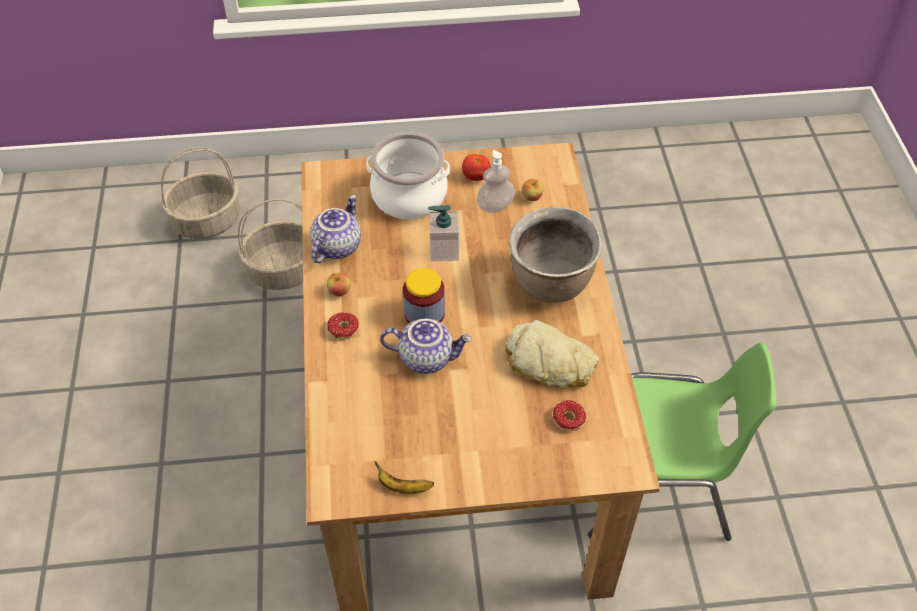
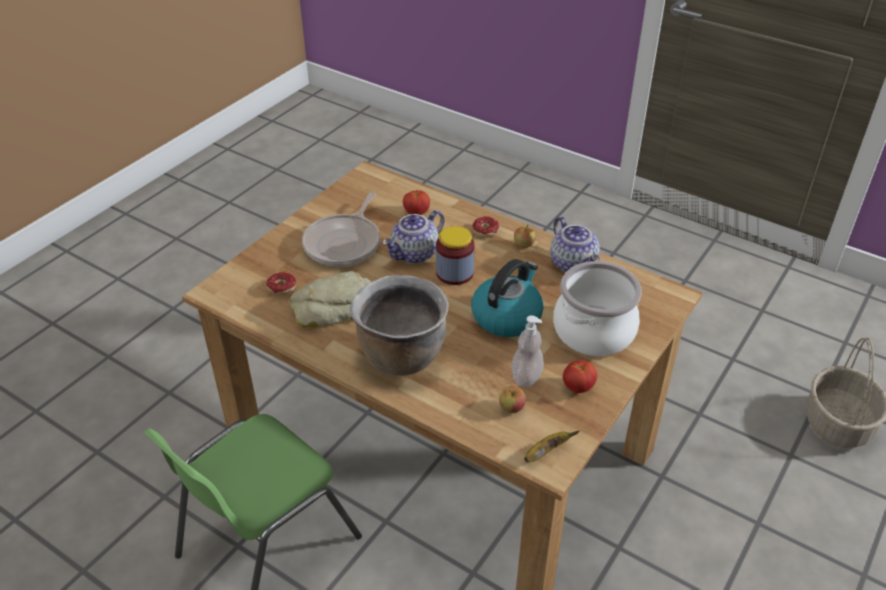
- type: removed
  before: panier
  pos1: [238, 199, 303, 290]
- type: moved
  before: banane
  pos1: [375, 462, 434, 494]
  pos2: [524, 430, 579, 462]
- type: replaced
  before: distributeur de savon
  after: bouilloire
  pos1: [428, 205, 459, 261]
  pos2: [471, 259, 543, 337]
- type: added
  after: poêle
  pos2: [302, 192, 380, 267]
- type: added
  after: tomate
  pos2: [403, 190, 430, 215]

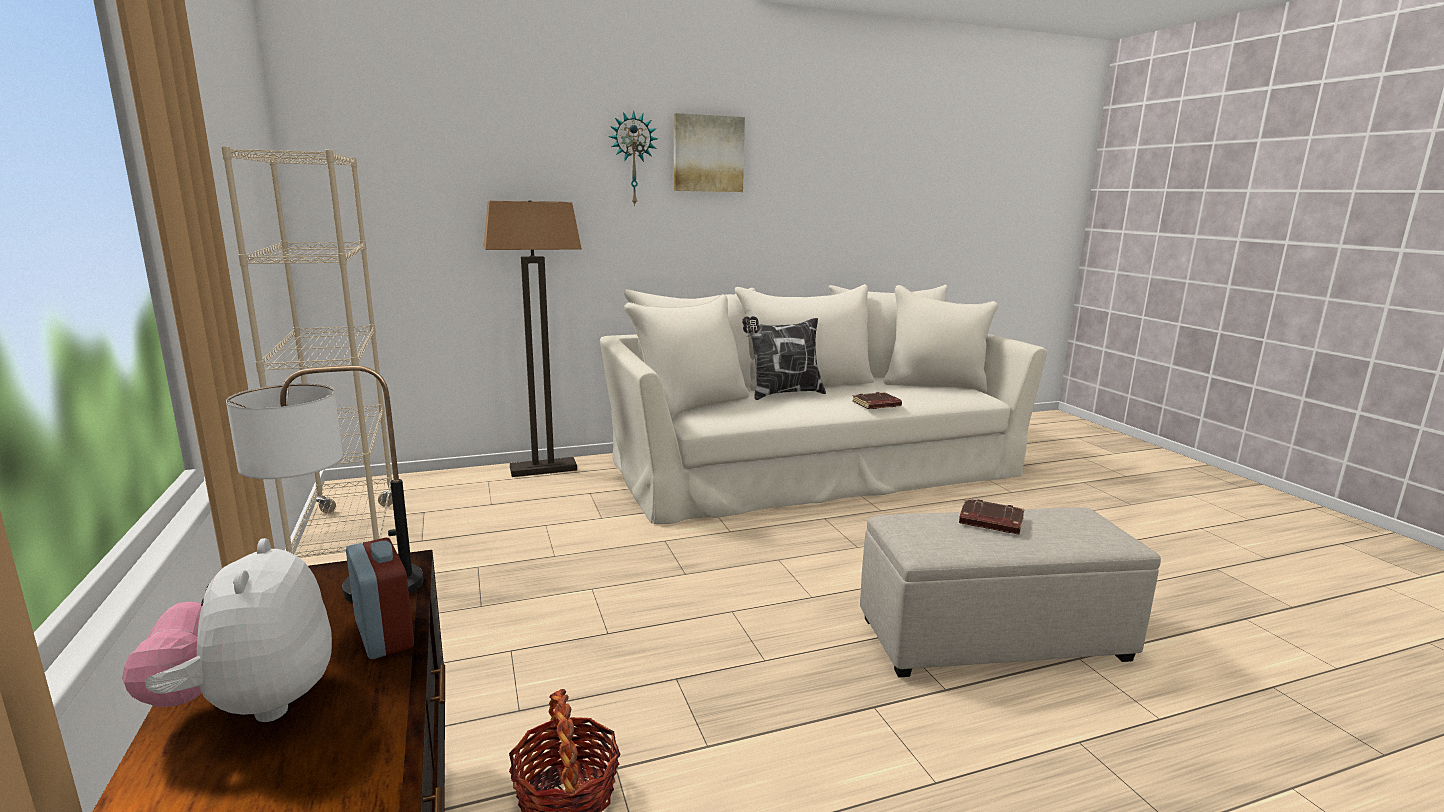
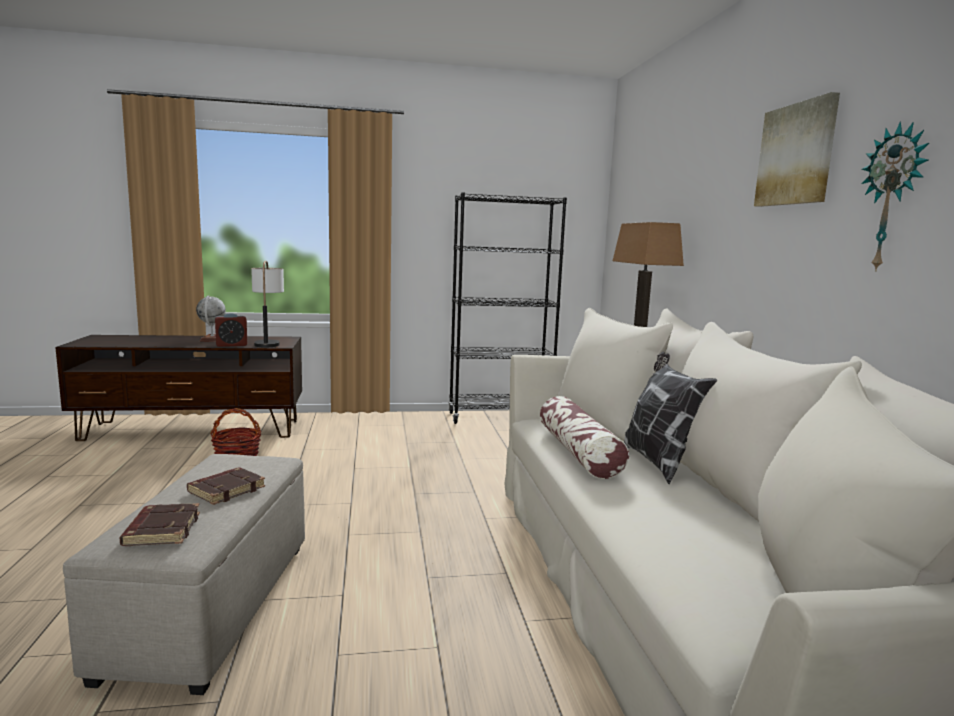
- type: replaced
  before: peluche
  after: globe
  pos1: [122, 538, 332, 722]
  pos2: [196, 295, 226, 342]
- type: recoloured
  before: bibliothèque/beige
  after: bibliothèque/noir
  pos1: [221, 146, 393, 558]
  pos2: [448, 192, 567, 424]
- type: moved
  before: horloge murale
  pos1: [609, 110, 658, 207]
  pos2: [861, 121, 929, 272]
- type: moved
  before: livre/marron
  pos1: [852, 392, 902, 409]
  pos2: [120, 503, 200, 546]
- type: added
  after: coussin
  pos2: [540, 396, 629, 479]

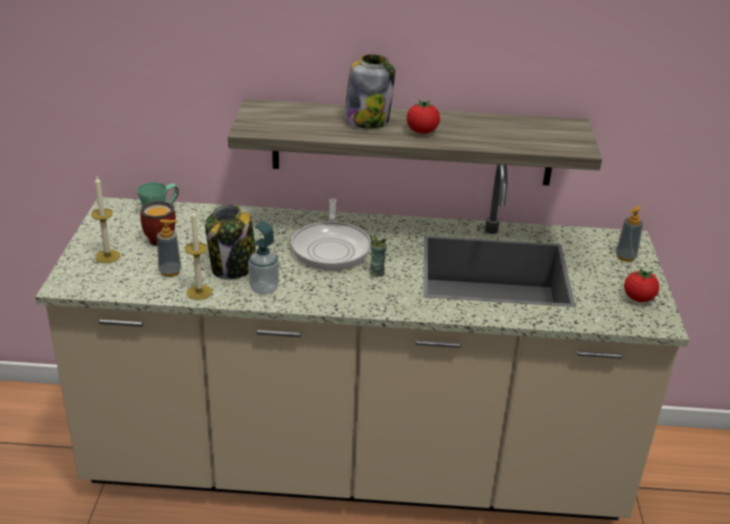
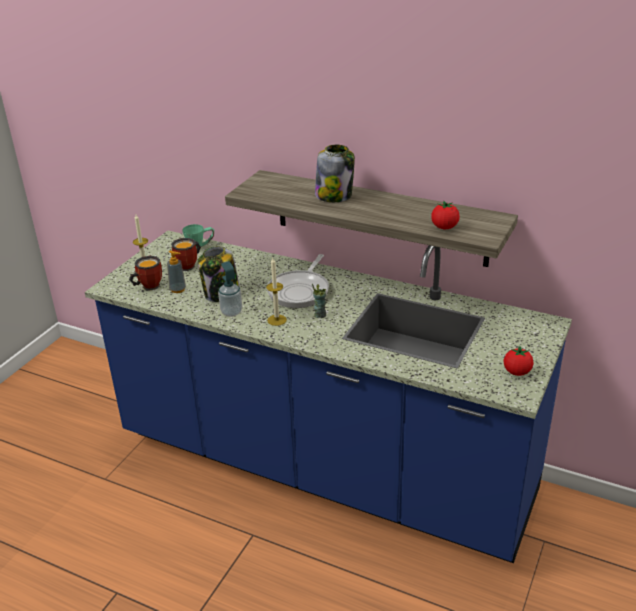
- type: recoloured
  before: comptoir de cuisine/beige
  after: comptoir de cuisine/bleu
  pos1: [35, 164, 689, 520]
  pos2: [85, 231, 572, 563]
- type: moved
  before: bougie
  pos1: [185, 210, 212, 300]
  pos2: [266, 258, 287, 326]
- type: moved
  before: tomate
  pos1: [407, 100, 440, 134]
  pos2: [431, 201, 460, 229]
- type: removed
  before: distributeur de savon
  pos1: [616, 206, 643, 262]
- type: added
  after: mug
  pos2: [129, 256, 162, 290]

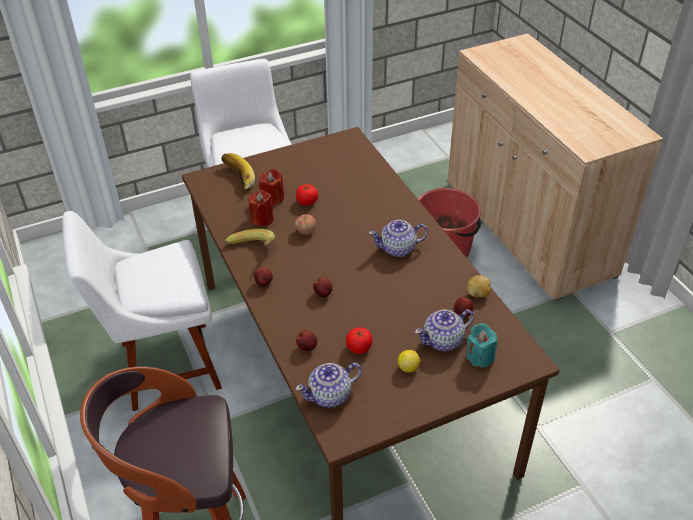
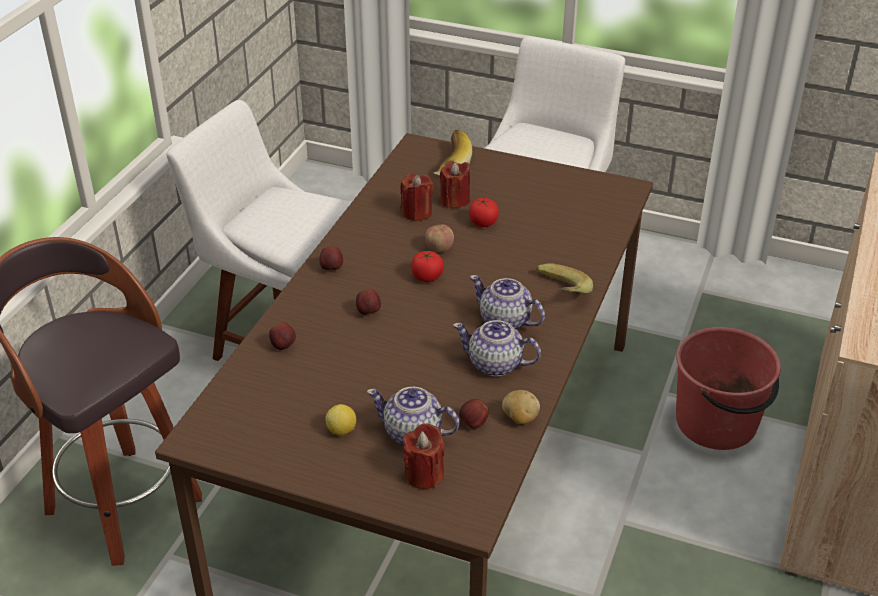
- type: moved
  before: banane
  pos1: [225, 229, 275, 247]
  pos2: [537, 263, 593, 294]
- type: moved
  before: théière
  pos1: [296, 362, 362, 408]
  pos2: [453, 320, 541, 376]
- type: moved
  before: tomate
  pos1: [346, 328, 373, 354]
  pos2: [411, 251, 444, 282]
- type: recoloured
  before: bougie/turquoise
  after: bougie/rouge
  pos1: [466, 323, 498, 368]
  pos2: [403, 424, 445, 489]

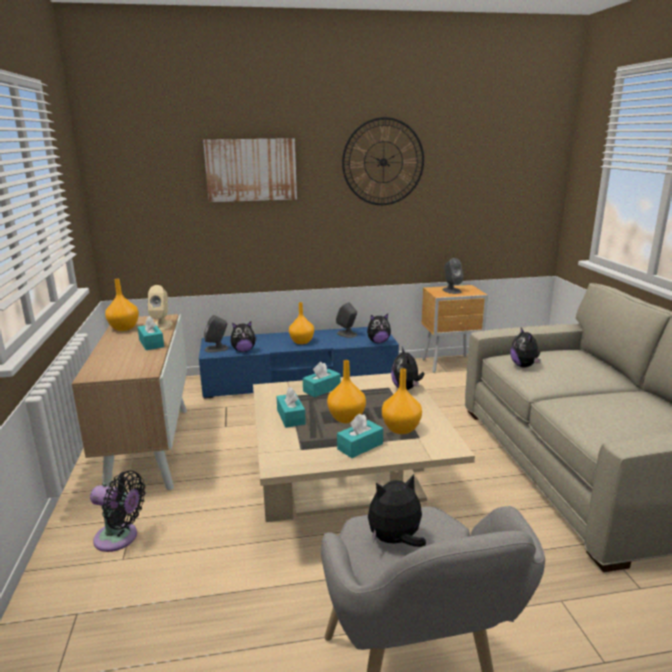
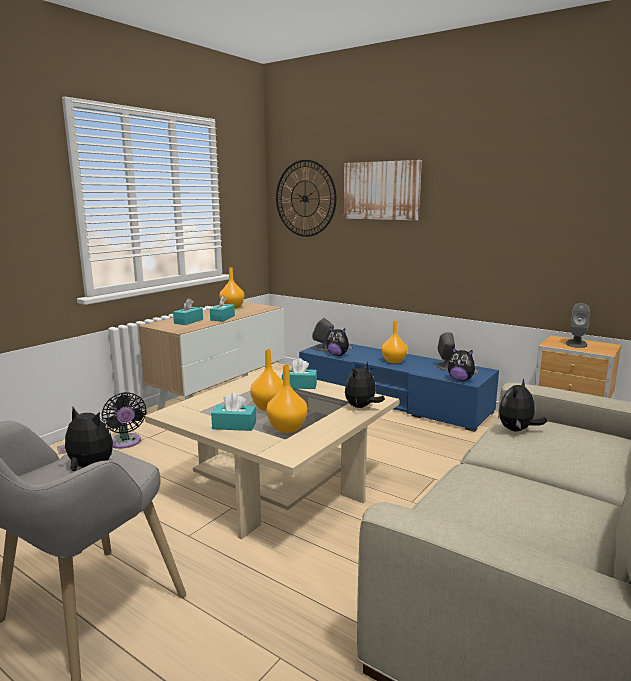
- type: removed
  before: enceinte/beige
  pos1: [148, 285, 173, 330]
- type: moved
  before: boîte à mouchoirs/turquoise
  pos1: [276, 387, 306, 428]
  pos2: [173, 298, 203, 325]
- type: moved
  before: horloge murale
  pos1: [342, 117, 424, 205]
  pos2: [276, 160, 337, 237]

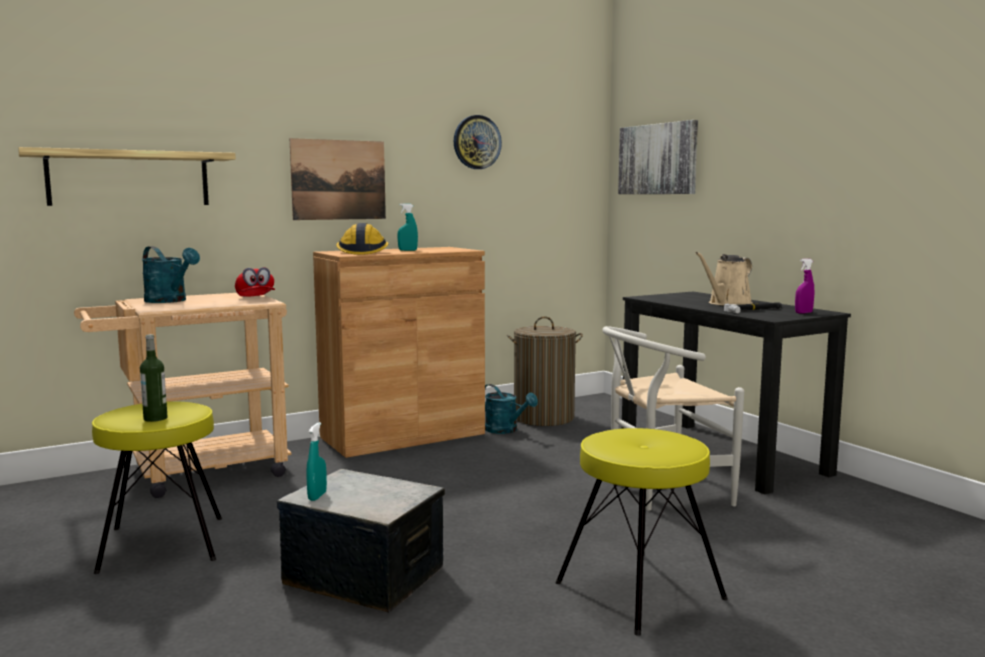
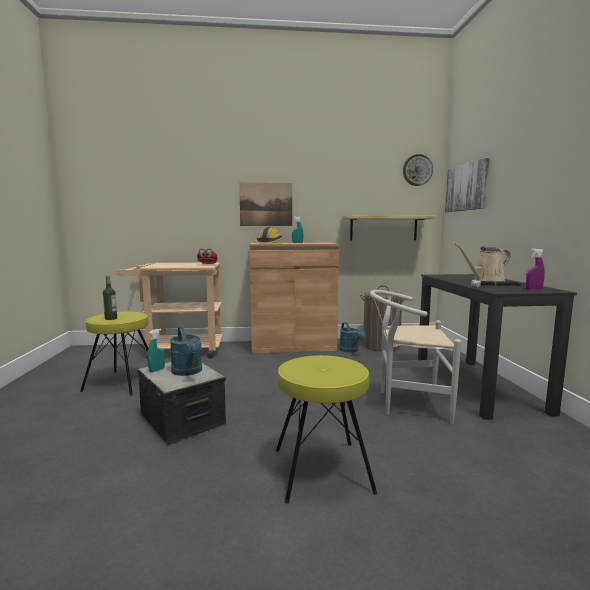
- type: moved
  before: étagère
  pos1: [18, 147, 236, 206]
  pos2: [342, 215, 435, 241]
- type: moved
  before: arrosoir/turquoise
  pos1: [142, 246, 200, 303]
  pos2: [170, 327, 202, 376]
- type: moved
  before: horloge murale
  pos1: [454, 115, 502, 169]
  pos2: [403, 154, 433, 186]

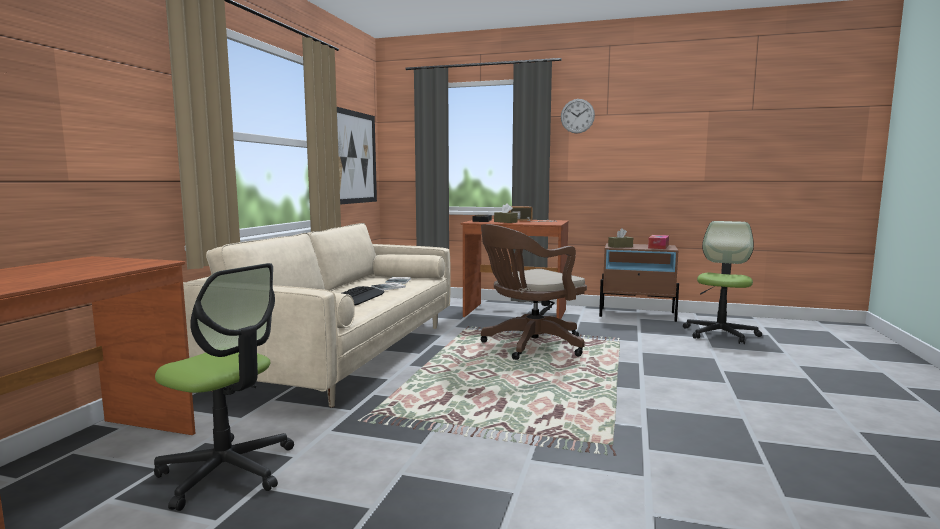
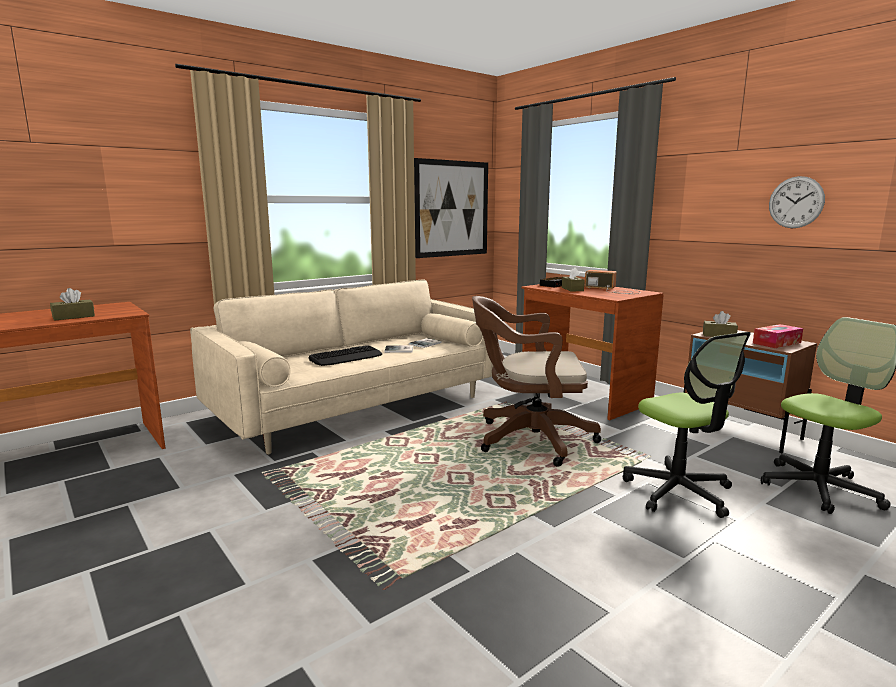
- type: moved
  before: chaise de bureau
  pos1: [154, 263, 294, 511]
  pos2: [623, 332, 751, 518]
- type: moved
  before: horloge murale
  pos1: [561, 99, 595, 133]
  pos2: [769, 176, 825, 228]
- type: added
  after: boîte à mouchoirs/marron
  pos2: [50, 288, 95, 321]

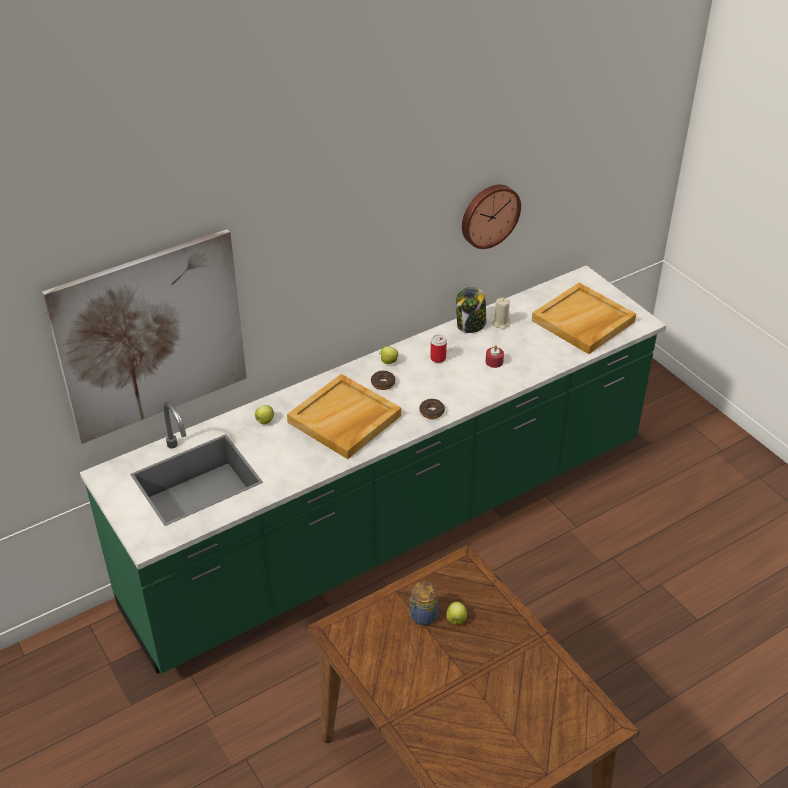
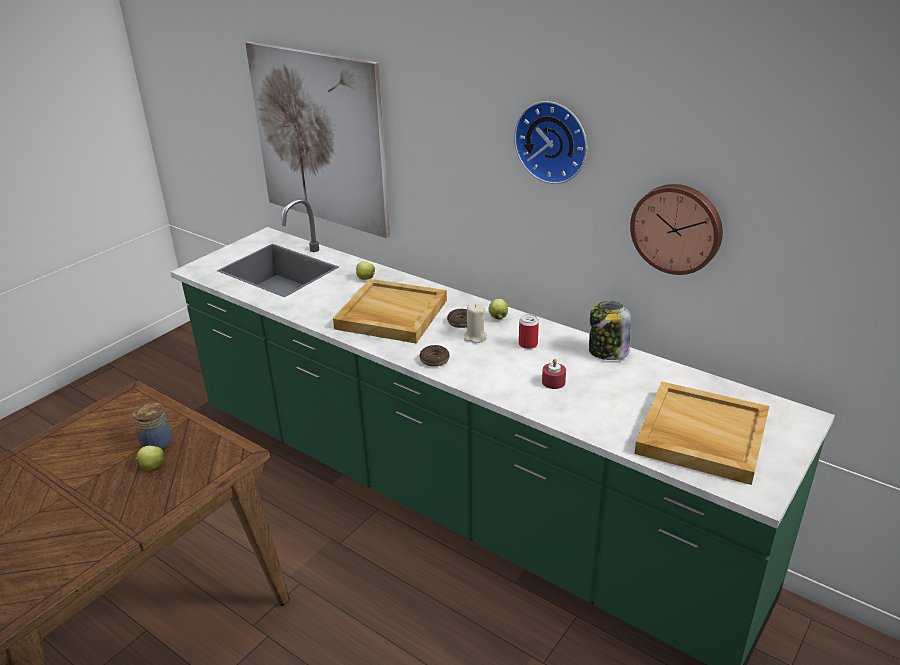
- type: moved
  before: bougie/beige
  pos1: [492, 297, 511, 330]
  pos2: [464, 303, 487, 343]
- type: added
  after: horloge murale
  pos2: [514, 101, 587, 184]

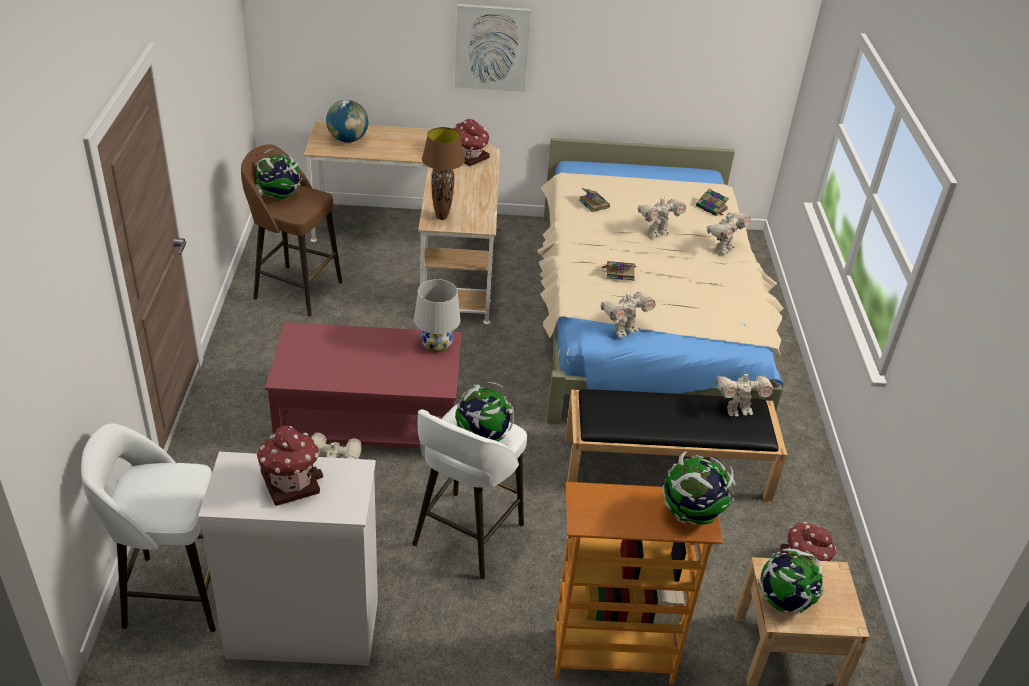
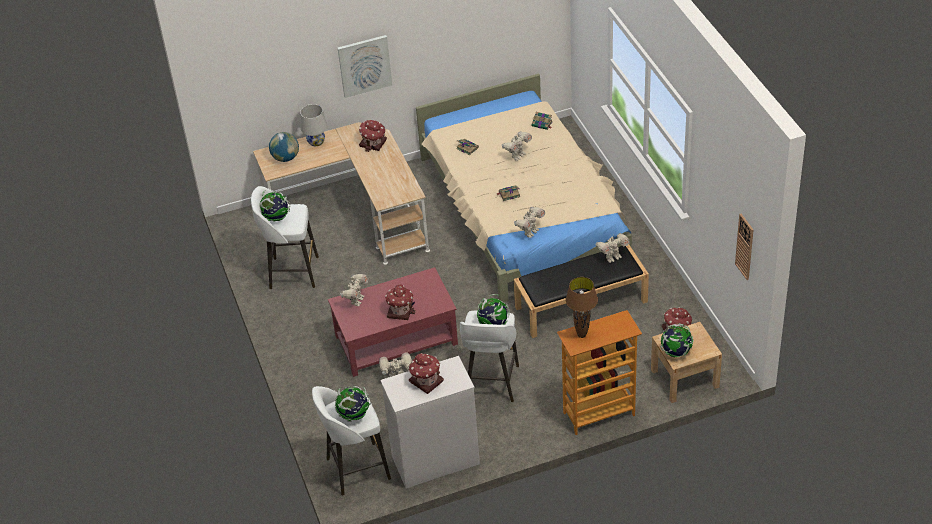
- type: recoloured
  before: tabouret/marron
  after: tabouret/blanc
  pos1: [241, 144, 342, 317]
  pos2: [251, 186, 319, 289]
- type: moved
  before: lampe de table/blanc
  pos1: [414, 279, 460, 353]
  pos2: [300, 104, 327, 146]
- type: moved
  before: lampe de table/marron
  pos1: [422, 127, 465, 220]
  pos2: [566, 277, 598, 338]
- type: moved
  before: globe
  pos1: [662, 451, 736, 525]
  pos2: [335, 386, 371, 422]
- type: moved
  before: robot jouet
  pos1: [707, 212, 751, 255]
  pos2: [340, 274, 368, 306]
- type: added
  after: maison miniature
  pos2: [385, 285, 415, 320]
- type: added
  after: horloge murale
  pos2: [735, 214, 754, 280]

